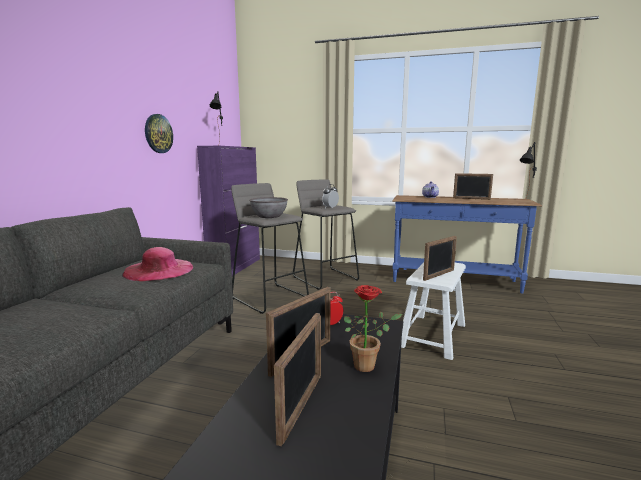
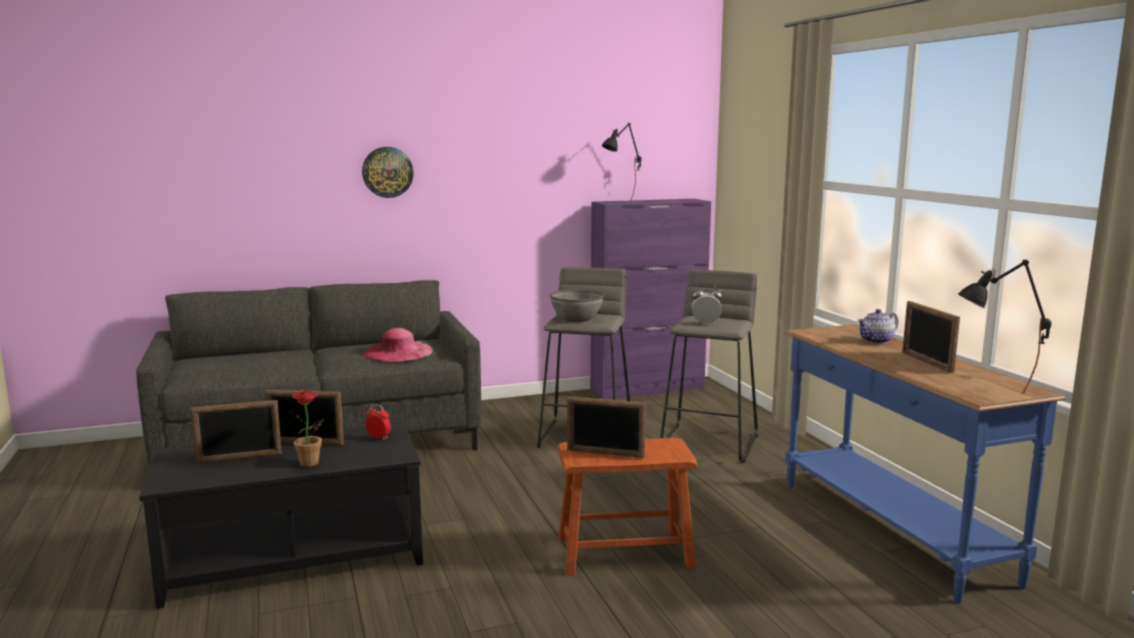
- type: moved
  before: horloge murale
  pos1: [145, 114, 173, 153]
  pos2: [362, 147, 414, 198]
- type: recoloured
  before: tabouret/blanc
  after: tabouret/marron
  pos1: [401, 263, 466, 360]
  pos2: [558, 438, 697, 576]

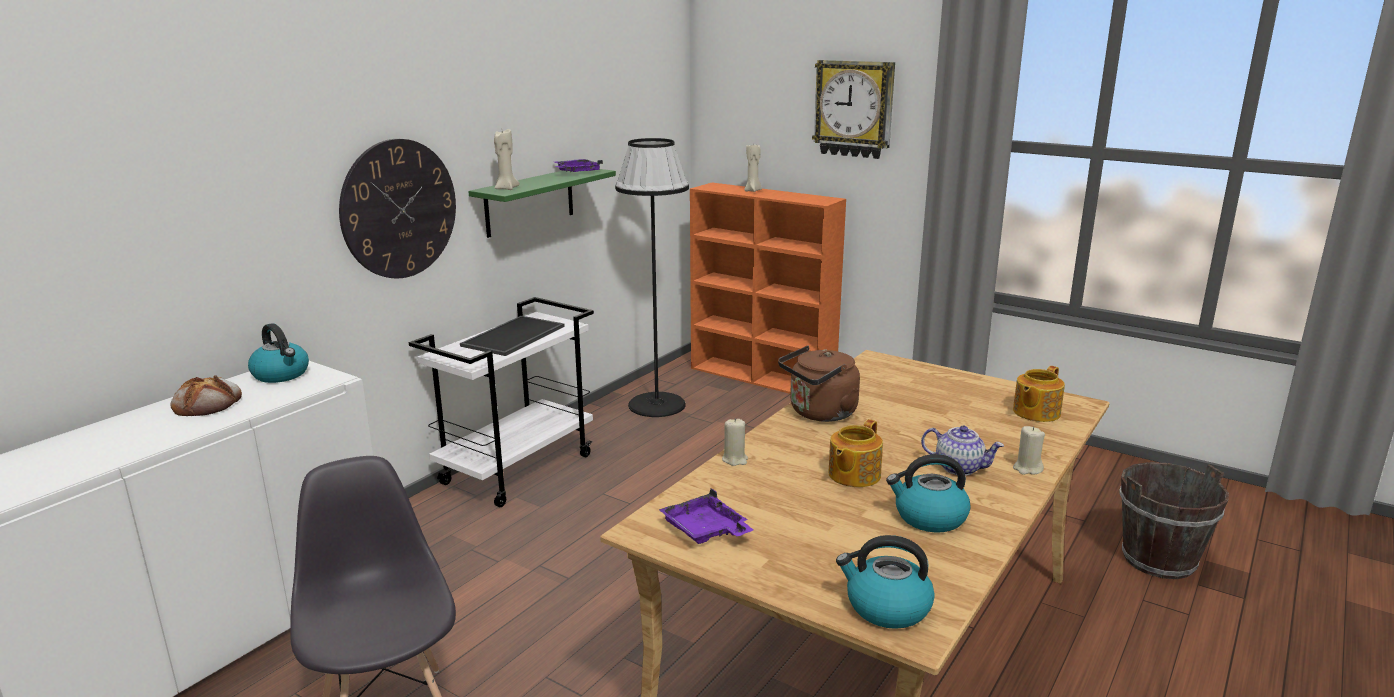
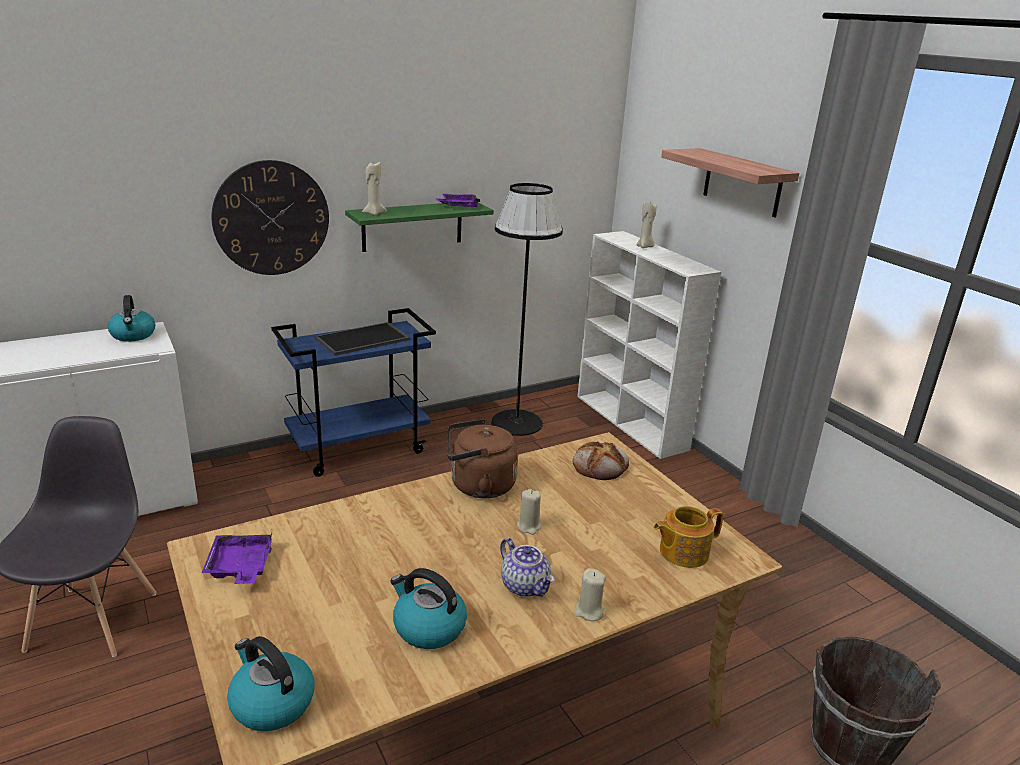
- type: moved
  before: pain
  pos1: [171, 375, 242, 416]
  pos2: [573, 441, 629, 480]
- type: recoloured
  before: chariot/blanc
  after: chariot/bleu
  pos1: [409, 297, 594, 507]
  pos2: [271, 308, 436, 477]
- type: recoloured
  before: bibliothèque/orange
  after: bibliothèque/blanc
  pos1: [690, 183, 846, 394]
  pos2: [577, 231, 721, 459]
- type: moved
  before: bougie/beige
  pos1: [722, 418, 748, 466]
  pos2: [517, 489, 542, 535]
- type: replaced
  before: horloge murale
  after: étagère
  pos1: [812, 60, 895, 159]
  pos2: [661, 148, 799, 218]
- type: removed
  before: théière
  pos1: [828, 419, 883, 487]

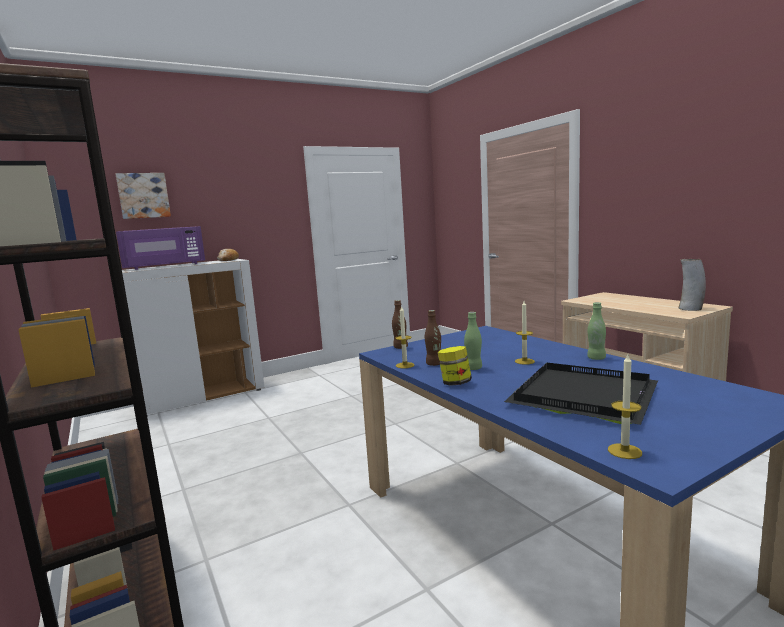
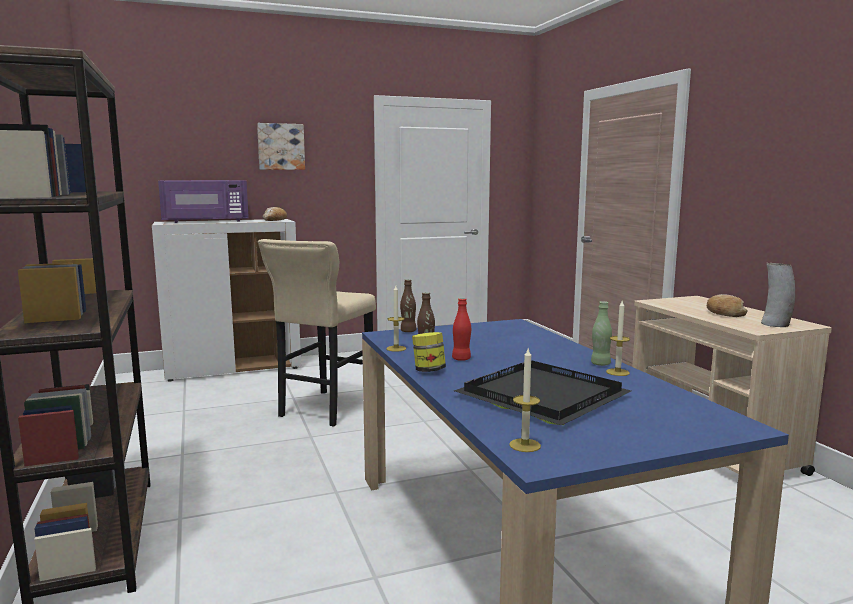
- type: moved
  before: tableau
  pos1: [116, 173, 171, 219]
  pos2: [257, 123, 305, 170]
- type: recoloured
  before: bouteille/vert
  after: bouteille/rouge
  pos1: [464, 312, 482, 370]
  pos2: [452, 298, 471, 361]
- type: moved
  before: bougie
  pos1: [515, 301, 535, 365]
  pos2: [606, 301, 630, 376]
- type: added
  after: tabouret/beige
  pos2: [258, 239, 376, 427]
- type: added
  after: pain
  pos2: [707, 294, 747, 317]

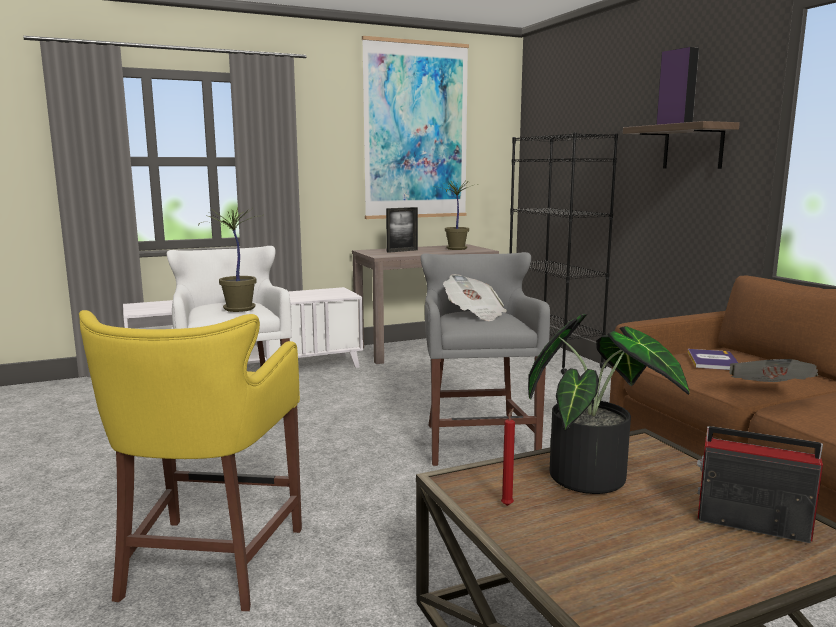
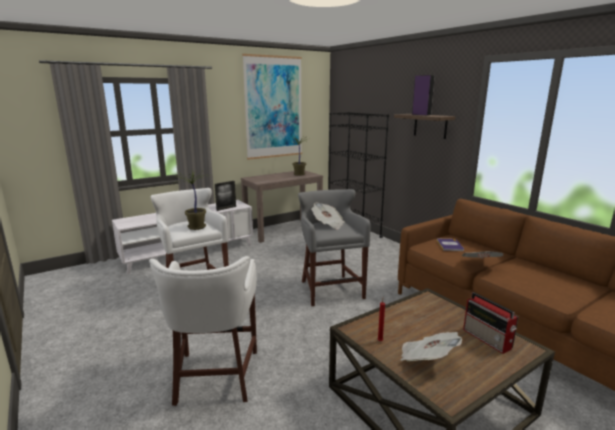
- type: recoloured
  before: tabouret/jaune
  after: tabouret/blanc
  pos1: [79, 310, 302, 611]
  pos2: [149, 256, 257, 406]
- type: moved
  before: cadre photo
  pos1: [386, 207, 418, 253]
  pos2: [215, 181, 236, 211]
- type: removed
  before: plante en pot
  pos1: [528, 314, 689, 494]
- type: turned
  before: radio
  pos1: [697, 426, 823, 543]
  pos2: [463, 292, 518, 354]
  turn: -135
- type: added
  after: journal
  pos2: [400, 332, 462, 361]

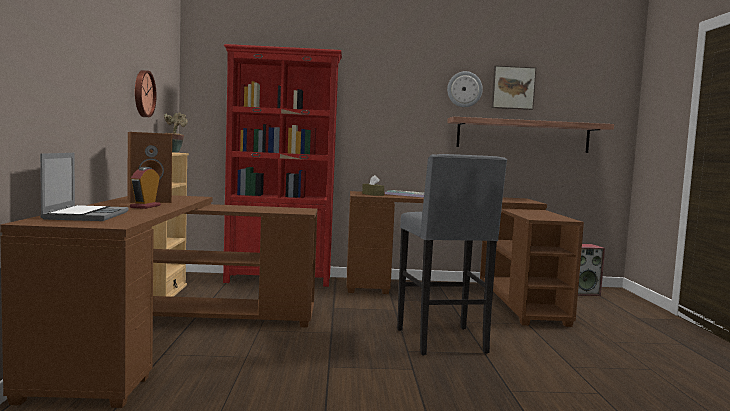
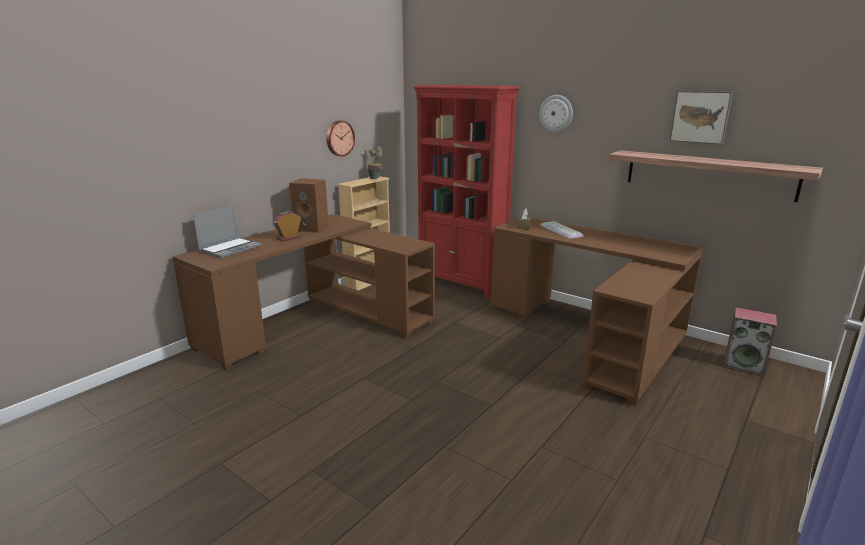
- type: removed
  before: tabouret/gris
  pos1: [397, 154, 507, 356]
- type: moved
  before: horloge murale
  pos1: [447, 71, 483, 107]
  pos2: [539, 95, 573, 132]

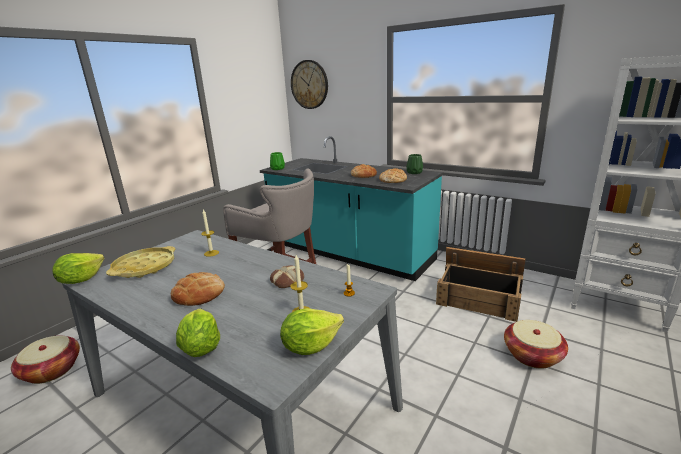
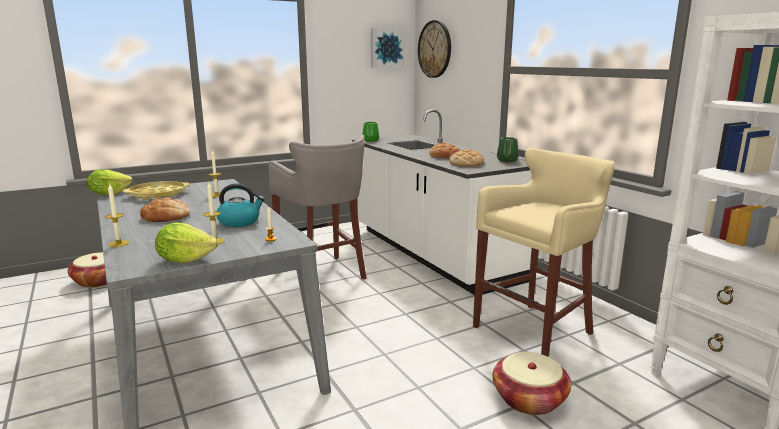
- type: replaced
  before: laitue
  after: bougie
  pos1: [176, 308, 220, 357]
  pos2: [105, 183, 129, 247]
- type: recoloured
  before: comptoir de cuisine/turquoise
  after: comptoir de cuisine/blanc
  pos1: [260, 136, 443, 281]
  pos2: [352, 109, 532, 295]
- type: replaced
  before: pain
  after: bouilloire
  pos1: [270, 266, 304, 288]
  pos2: [217, 184, 265, 227]
- type: replaced
  before: caisse
  after: tabouret/beige
  pos1: [436, 247, 526, 322]
  pos2: [473, 148, 615, 357]
- type: added
  after: tableau
  pos2: [371, 28, 406, 68]

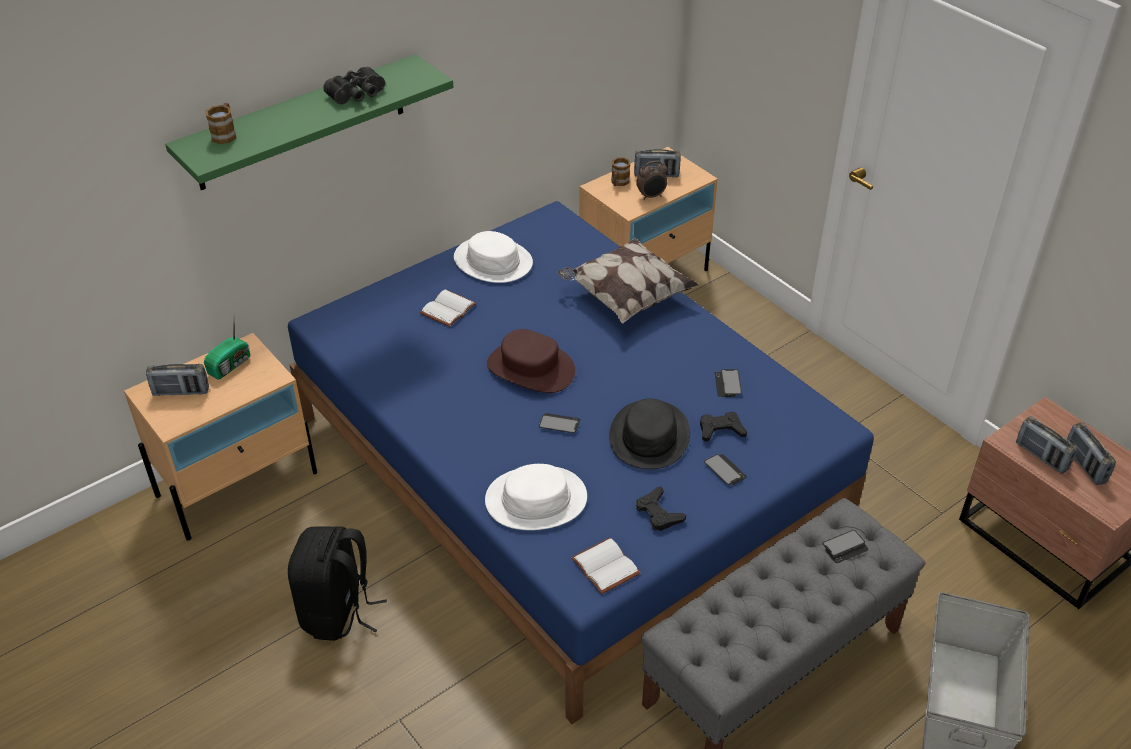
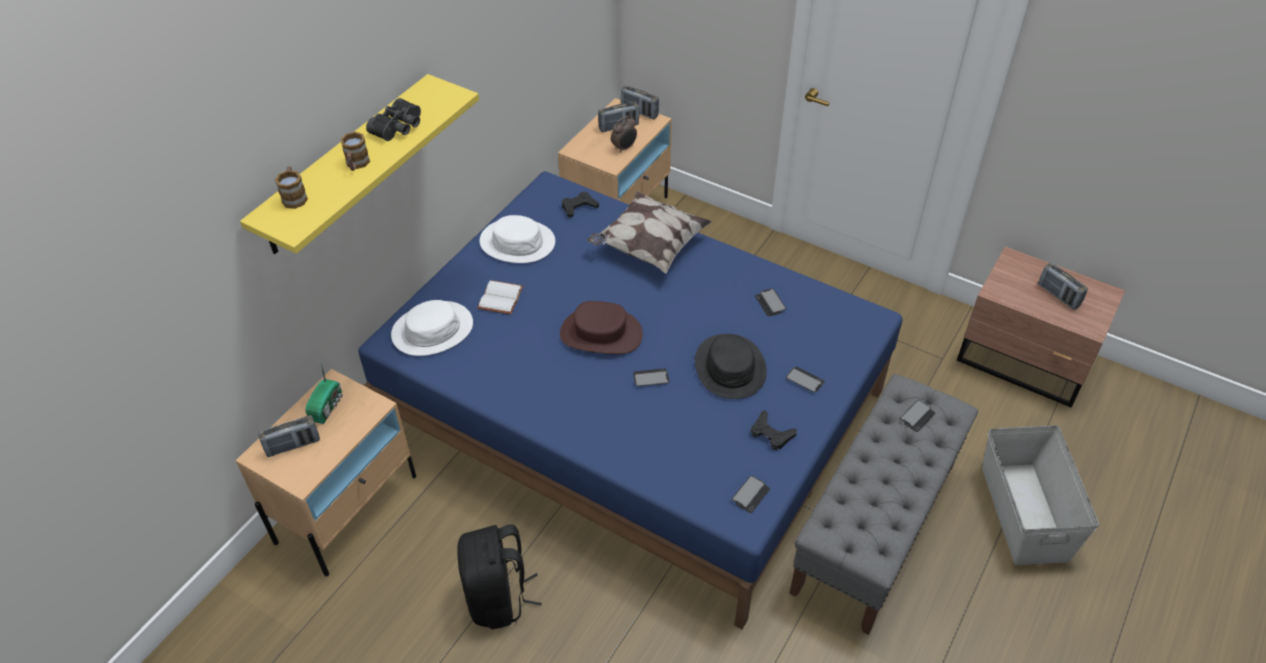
- type: recoloured
  before: étagère/vert
  after: étagère/jaune
  pos1: [165, 54, 453, 190]
  pos2: [240, 74, 479, 254]
- type: moved
  before: chapeau/blanc
  pos1: [485, 464, 587, 530]
  pos2: [391, 300, 473, 356]
- type: replaced
  before: livre/blanc
  after: téléphone
  pos1: [571, 538, 641, 594]
  pos2: [732, 475, 770, 513]
- type: moved
  before: mug
  pos1: [611, 158, 630, 186]
  pos2: [340, 132, 370, 171]
- type: moved
  before: manette/noir
  pos1: [700, 412, 747, 442]
  pos2: [562, 192, 599, 218]
- type: moved
  before: radio
  pos1: [1016, 416, 1077, 474]
  pos2: [621, 85, 659, 119]

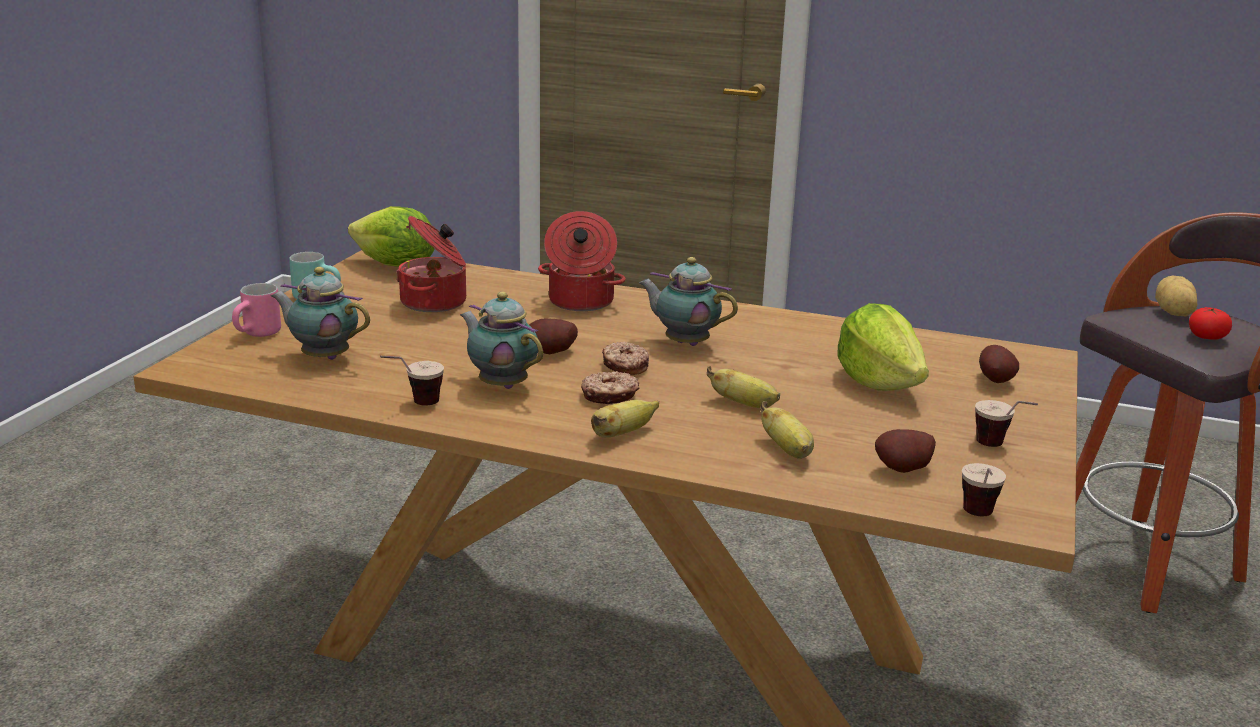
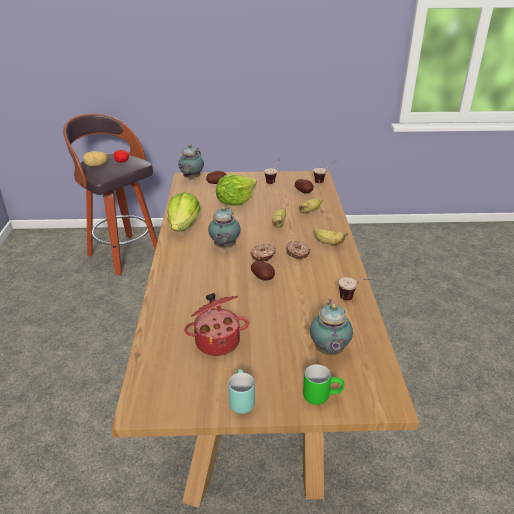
- type: recoloured
  before: mug/rose
  after: mug/vert
  pos1: [232, 283, 281, 337]
  pos2: [303, 364, 344, 405]
- type: moved
  before: laitue
  pos1: [348, 206, 435, 267]
  pos2: [168, 192, 201, 231]
- type: moved
  before: théière
  pos1: [460, 292, 543, 389]
  pos2: [178, 144, 204, 179]
- type: removed
  before: marmite
  pos1: [538, 211, 626, 311]

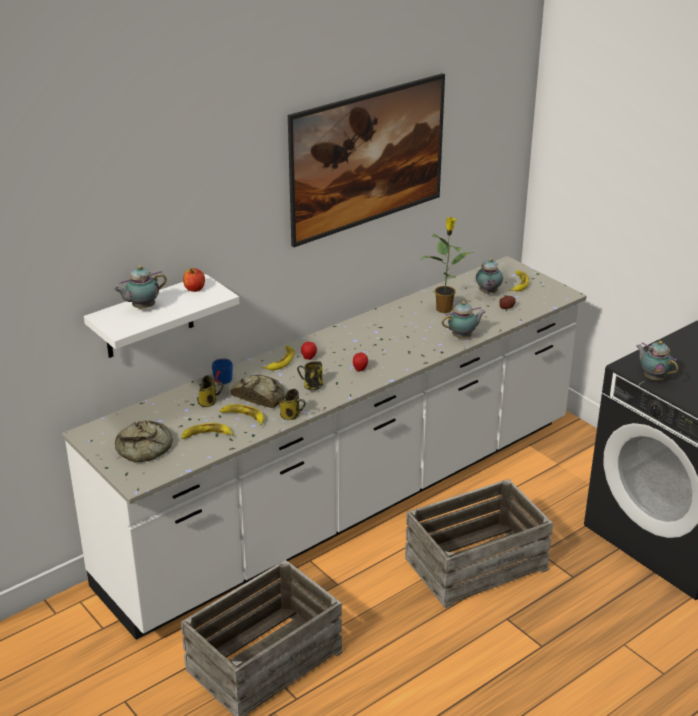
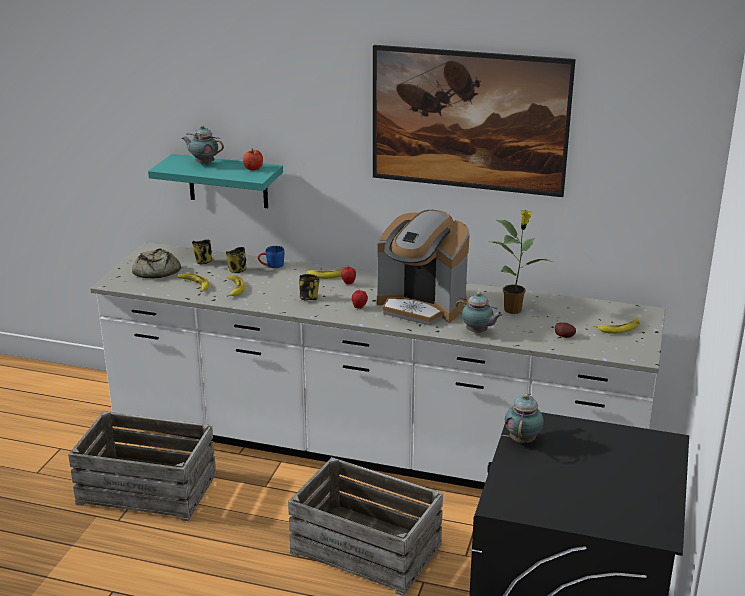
- type: recoloured
  before: étagère/blanc
  after: étagère/turquoise
  pos1: [84, 274, 239, 358]
  pos2: [148, 154, 283, 208]
- type: removed
  before: pain
  pos1: [231, 375, 285, 408]
- type: moved
  before: mug
  pos1: [279, 389, 306, 420]
  pos2: [192, 239, 212, 264]
- type: removed
  before: théière
  pos1: [476, 258, 503, 294]
- type: added
  after: machine à café
  pos2: [377, 210, 470, 326]

